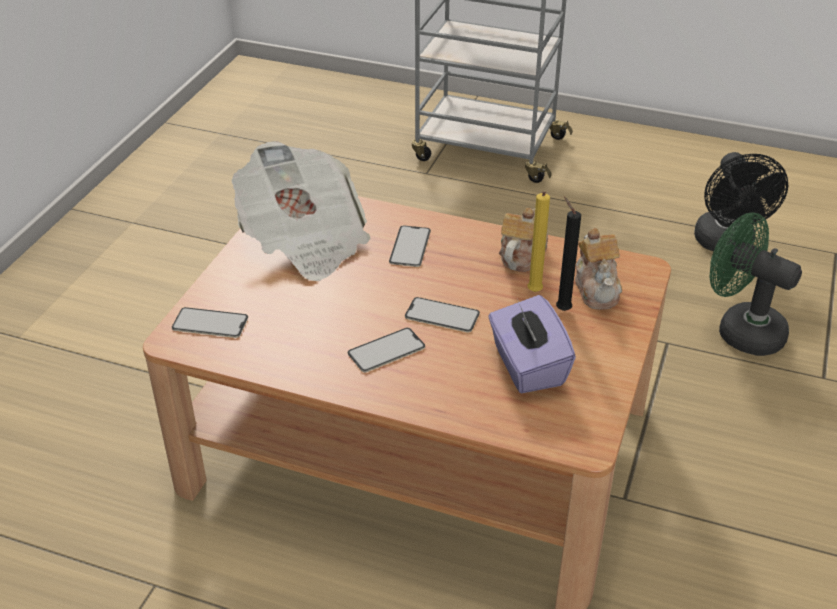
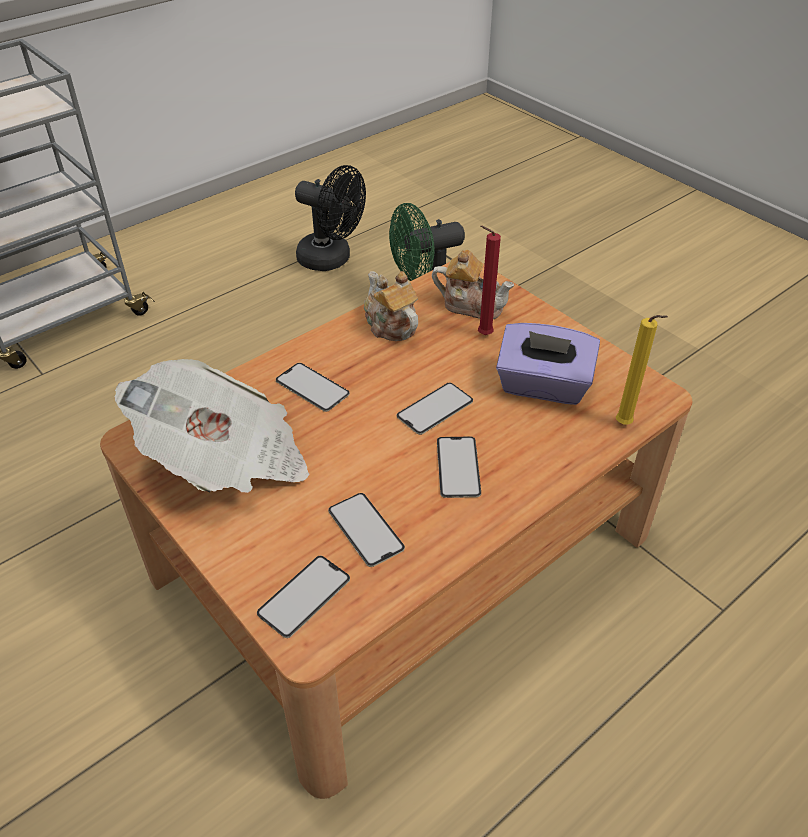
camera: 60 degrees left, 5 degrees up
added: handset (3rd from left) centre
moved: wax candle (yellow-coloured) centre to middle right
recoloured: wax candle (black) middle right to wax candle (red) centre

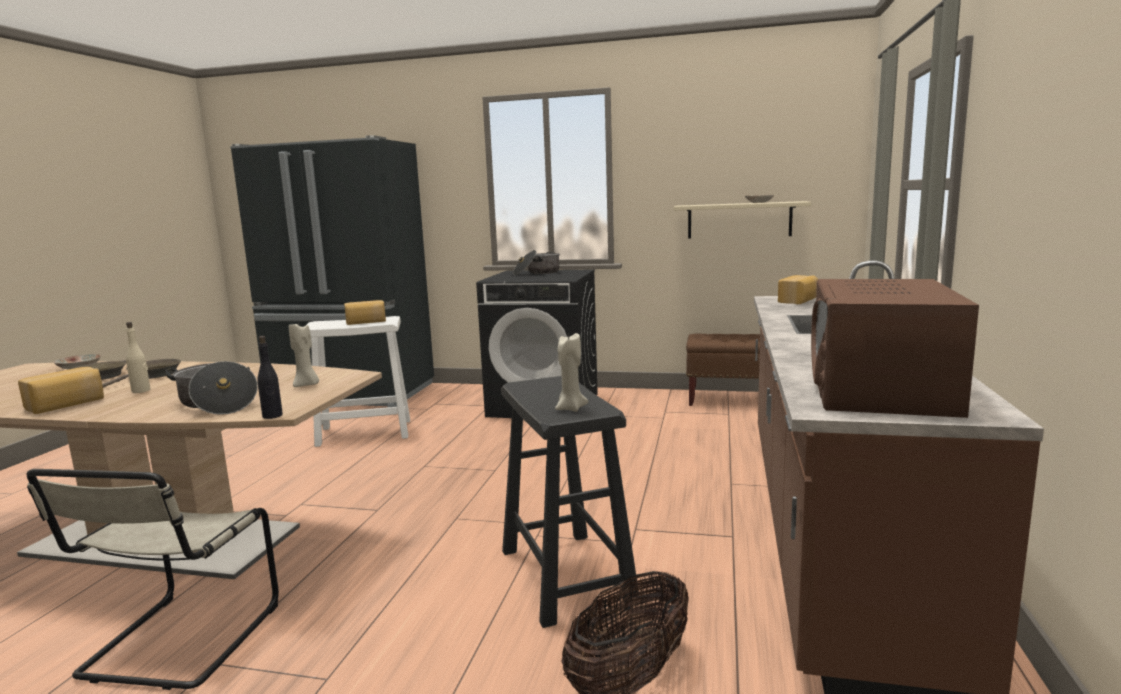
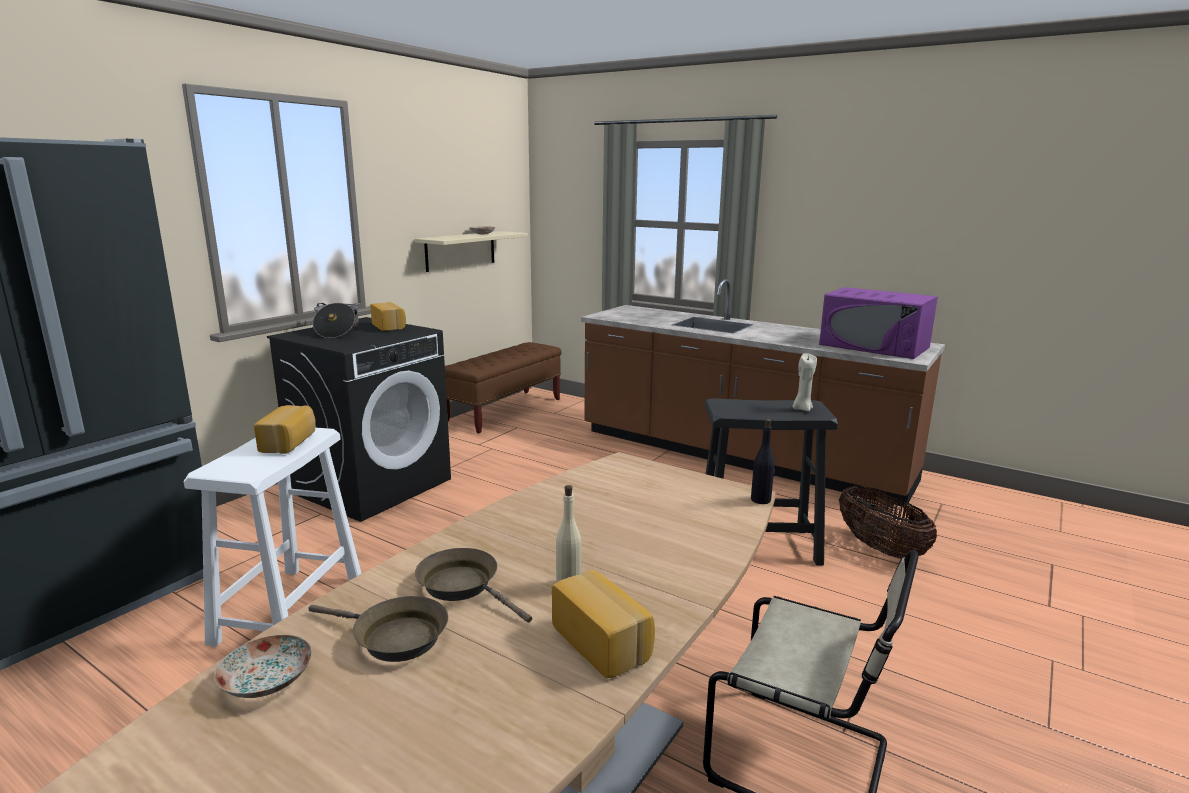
camera: 70 degrees left, 5 degrees up
removed: saucepot (1st from left) middle left; wax candle (beige-coloured) (1st from left) middle left
moved: baked bread (3rd from left in the first image) middle right to baked bread (2nd from left) middle left
recoloured: microwave oven (brown-coloured) middle right to microwave oven (purple) middle right

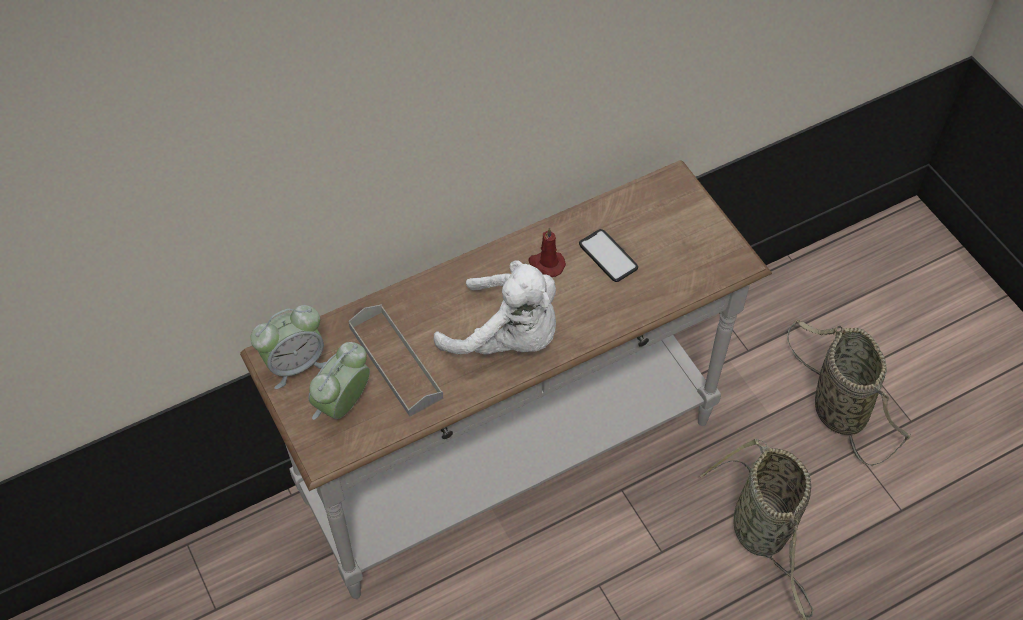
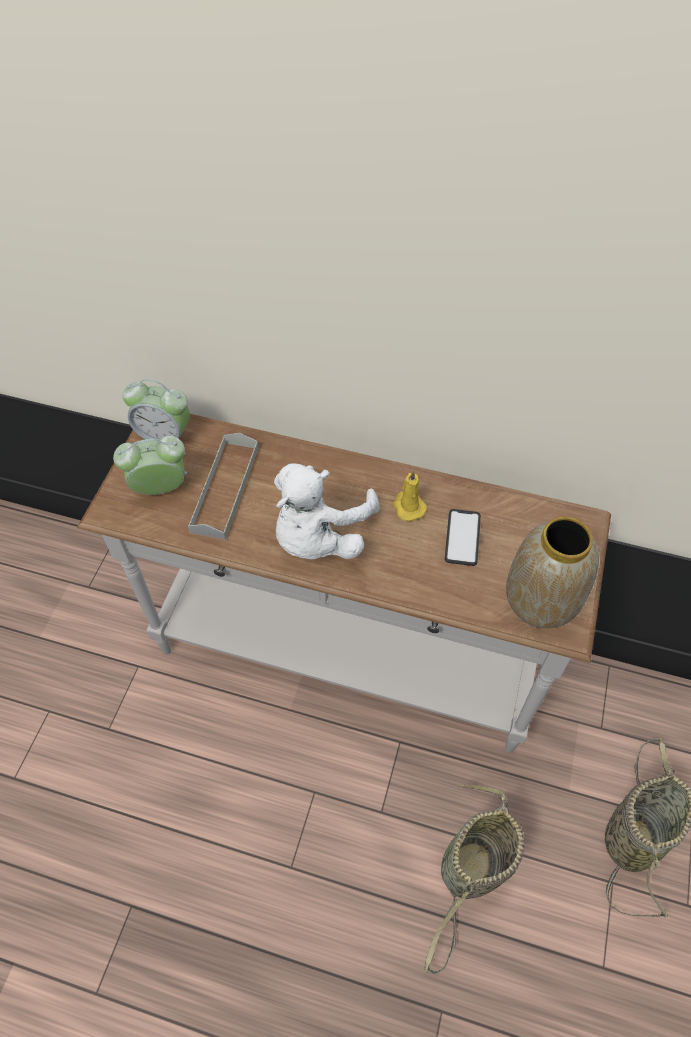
camera: 45 degrees right, 0 degrees up
added: vase middle right
recoloured: wax candle (red) centre to wax candle (yellow-coloured) centre
turned: cuddly toy (whitish) centre = centre 45 degrees clockwise

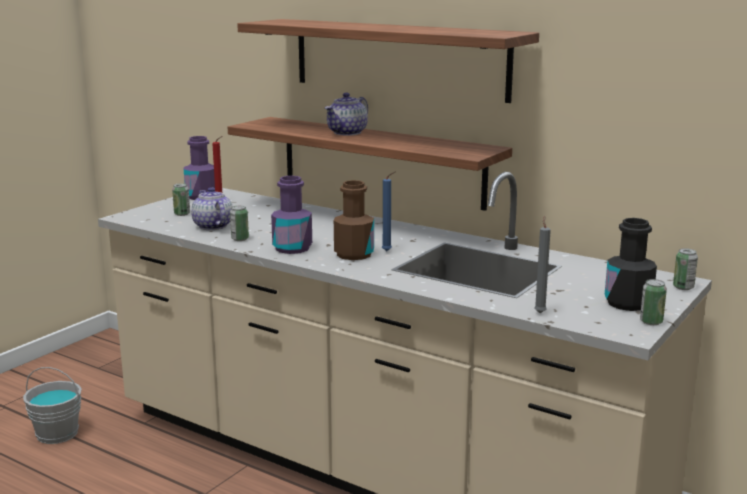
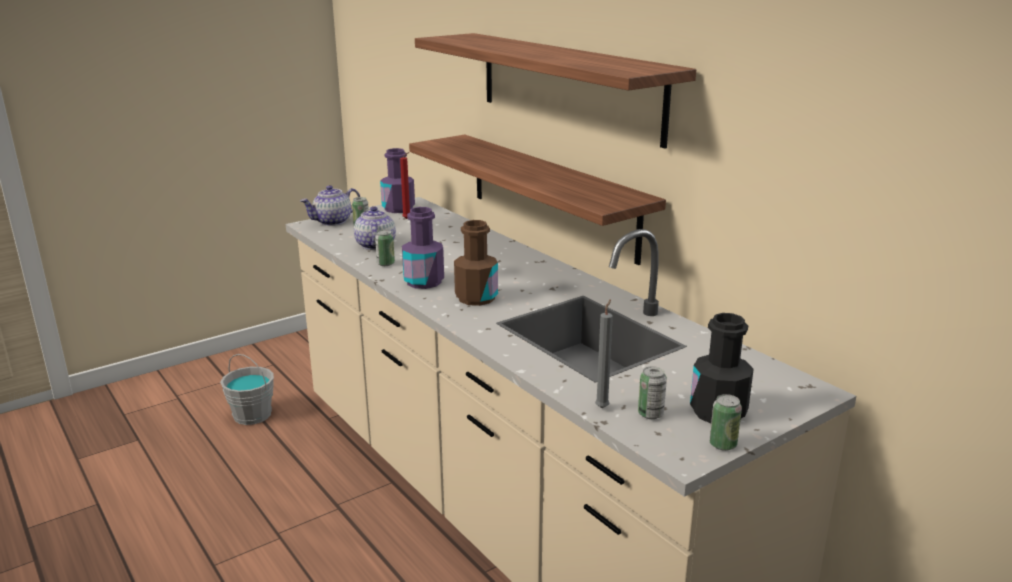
camera: 20 degrees right, 5 degrees up
removed: wax candle (blue-coloured) centre
moved: tea pot (2nd from left in the first image) top centre to tea pot (1st from left) middle left; metal can (4th from left in the first image) middle right to metal can (3rd from left) bottom centre

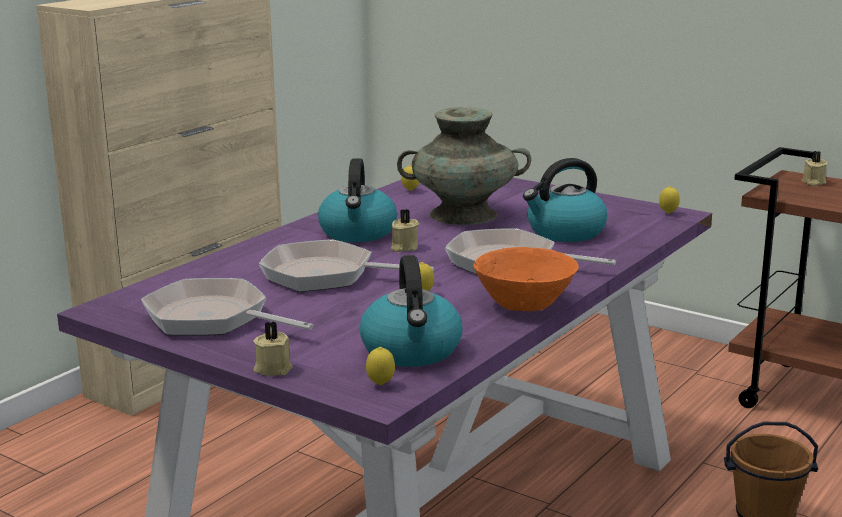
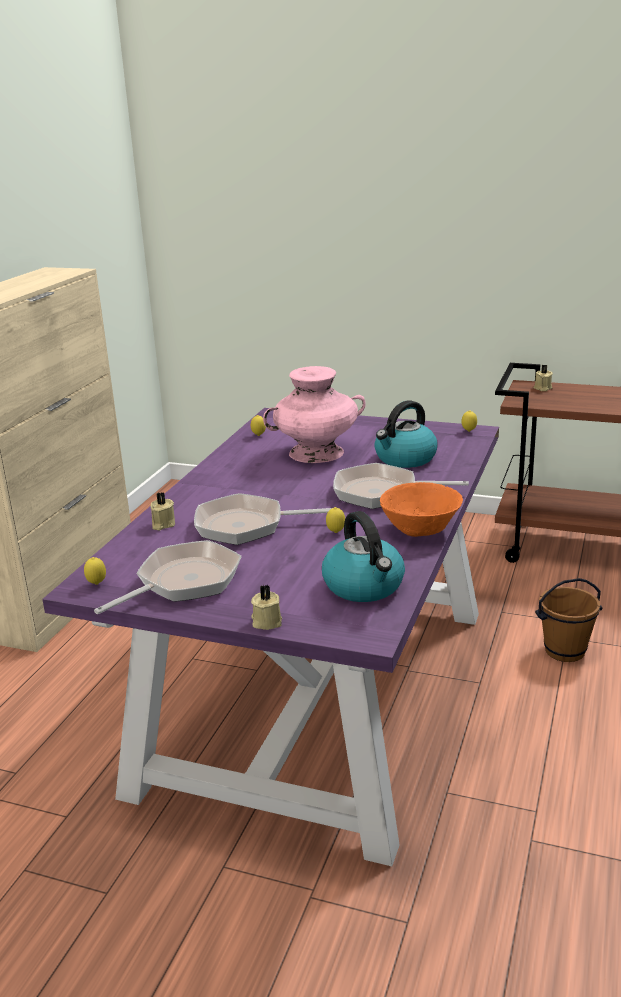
camera: 15 degrees left, 5 degrees up
removed: kettle (1st from left) centre
moved: lemon (1st from left) bottom centre to middle left; wax candle (beige-coloured) (2nd from left in the first image) centre to wax candle (beige-coloured) (1st from left) middle left
recoloured: vase (turquoise) top centre to vase (pinkish) centre
turned: pan (1st from left) middle left = middle left 120 degrees clockwise

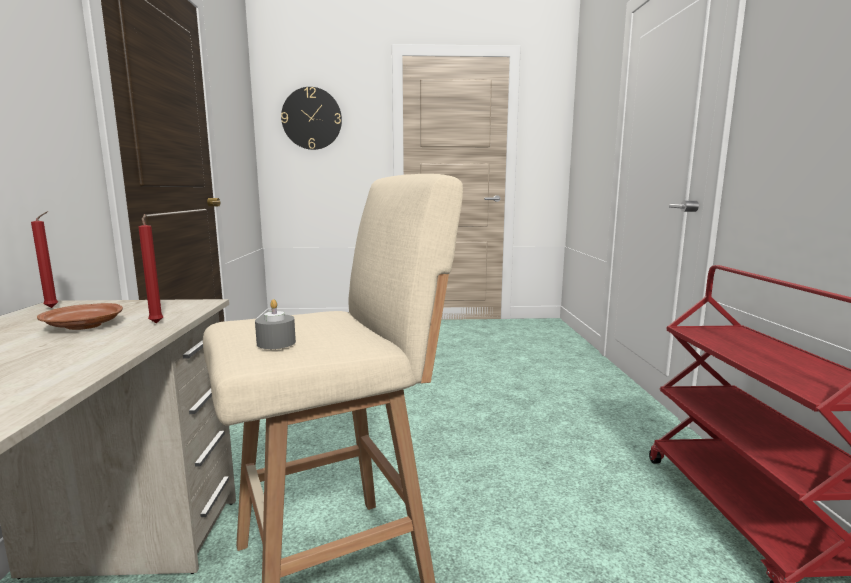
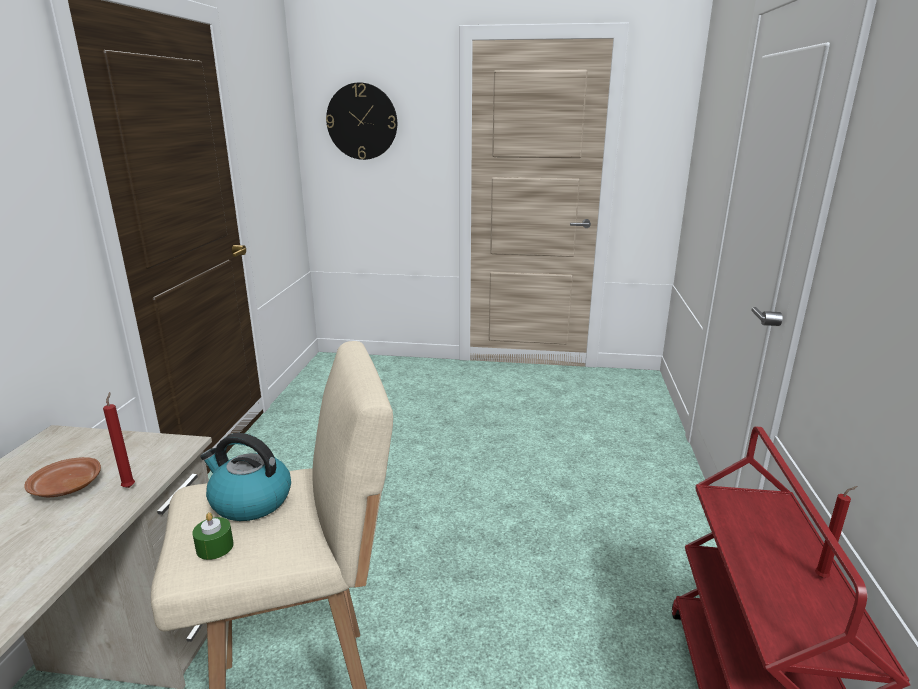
camera: 10 degrees right, 10 degrees up
added: kettle bottom left
moved: wax candle (red) (1st from left in the first image) middle left to wax candle (red) (2nd from left) bottom right
recoloured: wax candle (grey) middle left to wax candle (greenish) bottom left

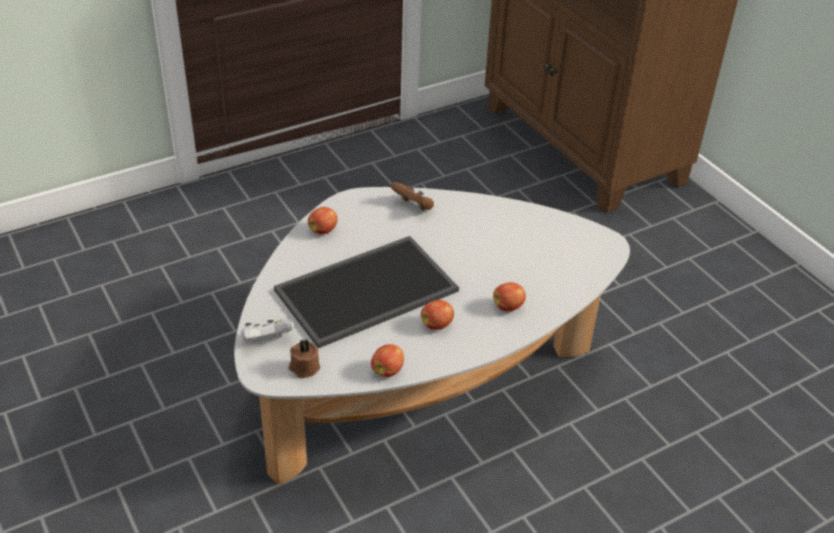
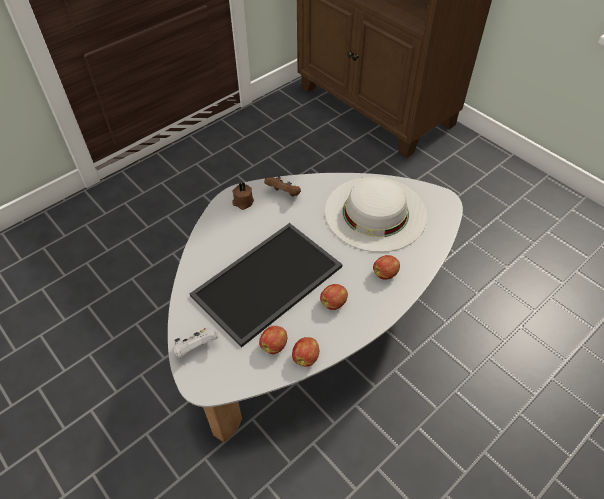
camera: 10 degrees left, 10 degrees up
added: hat (whitish) centre
moved: wax candle (brown-coloured) bottom centre to centre; apple (1st from left) centre to bottom centre

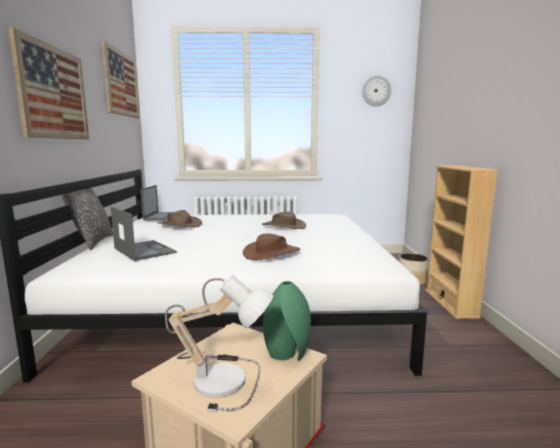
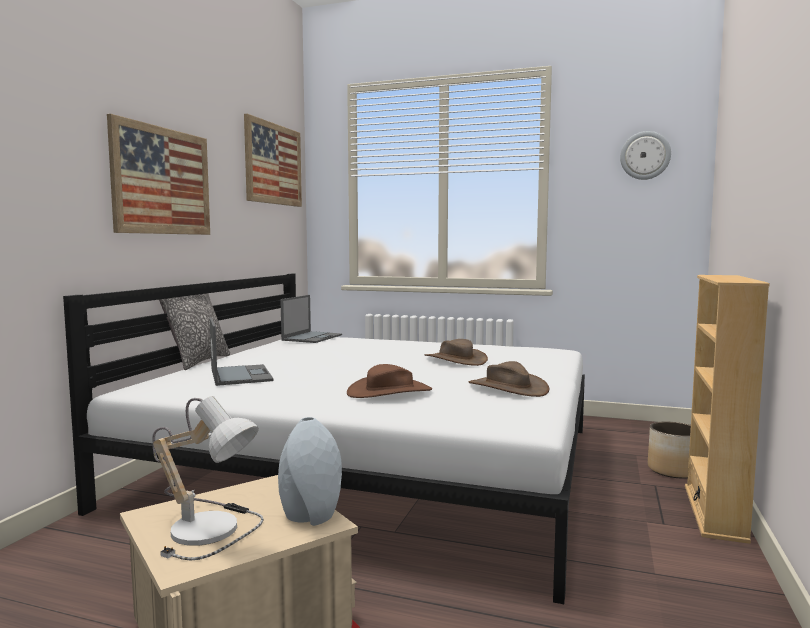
camera: 20 degrees right, 5 degrees down
moved: hat (brown-coloured) (1st from left in the first image) middle left to hat (brown-coloured) (3rd from left) centre
recoloured: vase (greenish) bottom centre to vase (grey) bottom centre

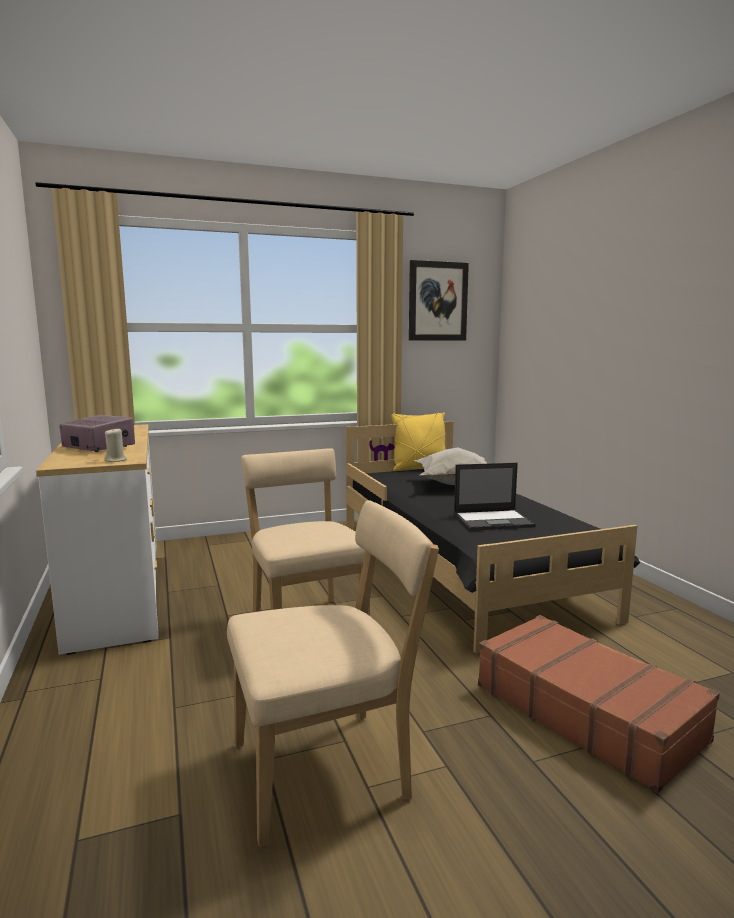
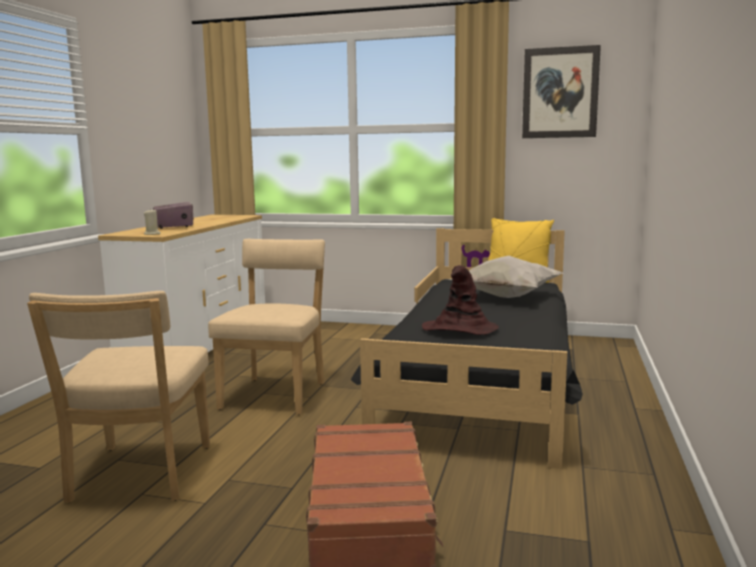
camera: 35 degrees right, 0 degrees up
replaced: notebook computer middle right to hat (brown-coloured) centre
turned: upright chair (beige-coloured) (2nd from left in the first image) bottom centre = bottom left 75 degrees clockwise

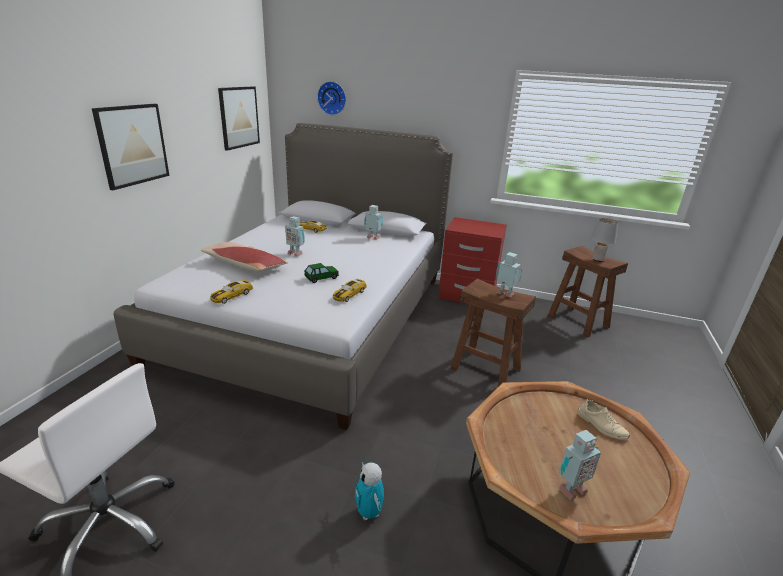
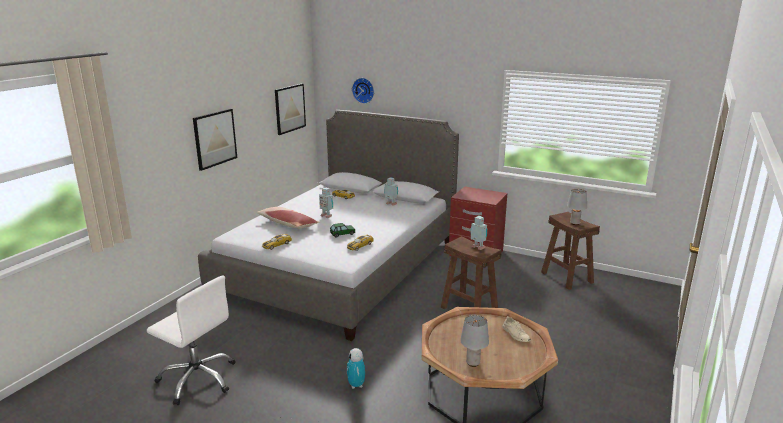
camera: 10 degrees right, 5 degrees down
replaced: toy robot (5th from left) bottom right to tabletop lamp (grey) (1st from left) bottom centre

